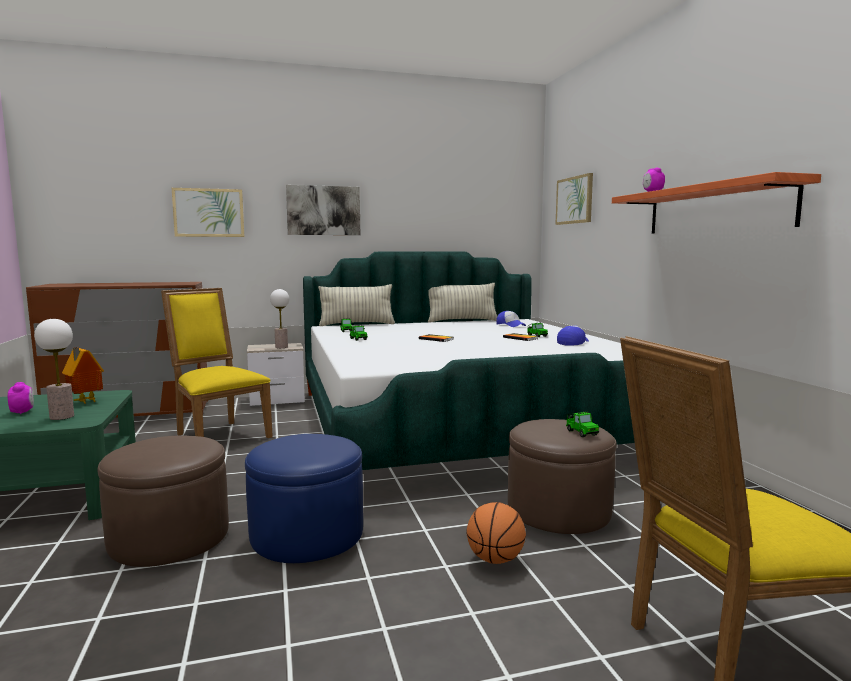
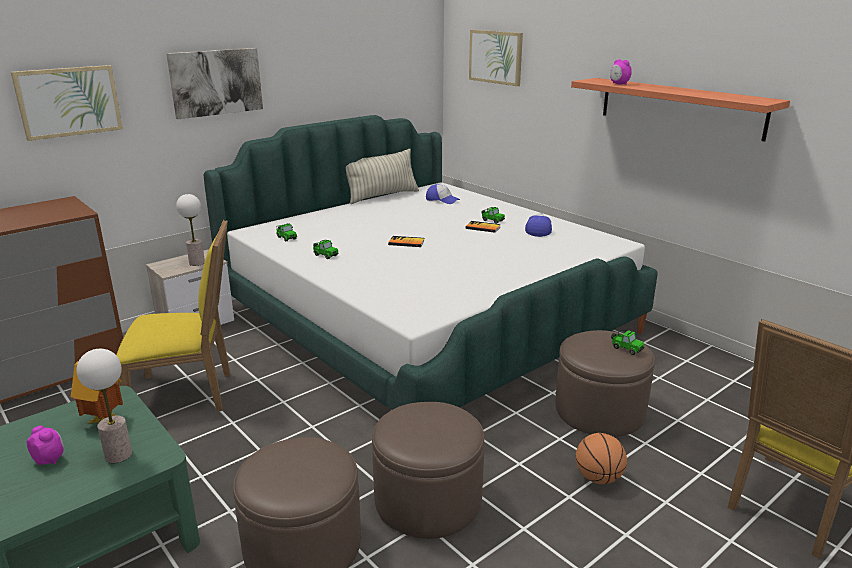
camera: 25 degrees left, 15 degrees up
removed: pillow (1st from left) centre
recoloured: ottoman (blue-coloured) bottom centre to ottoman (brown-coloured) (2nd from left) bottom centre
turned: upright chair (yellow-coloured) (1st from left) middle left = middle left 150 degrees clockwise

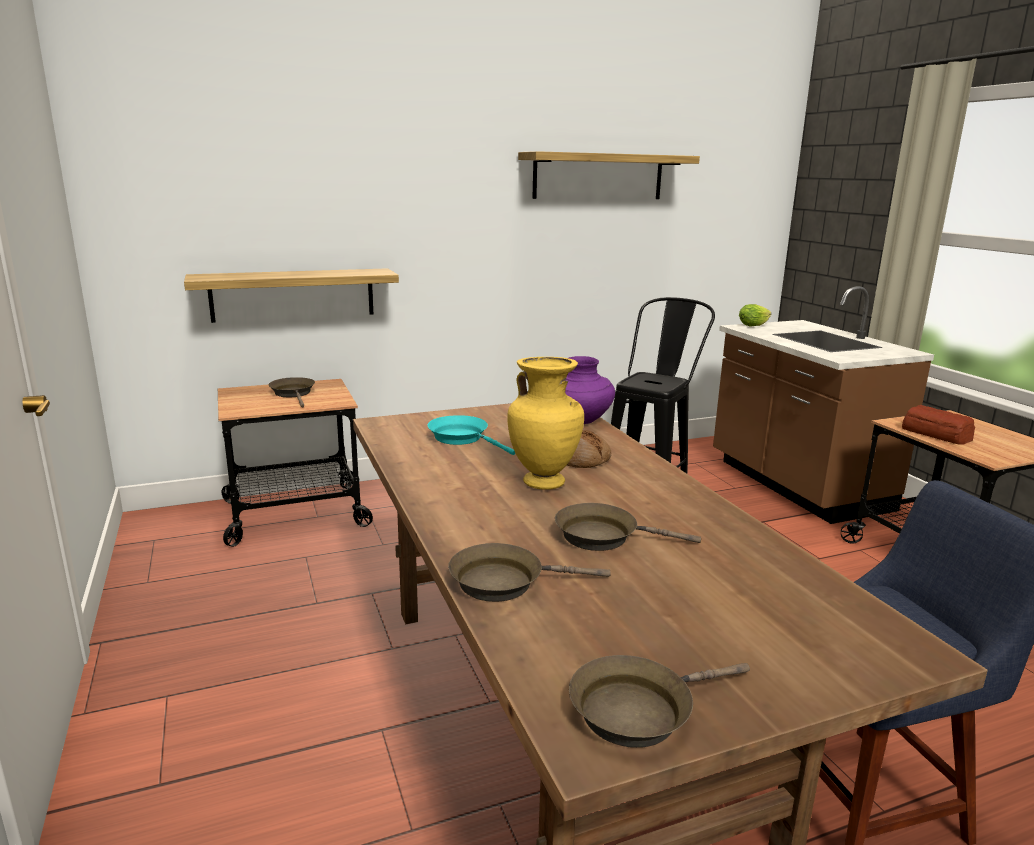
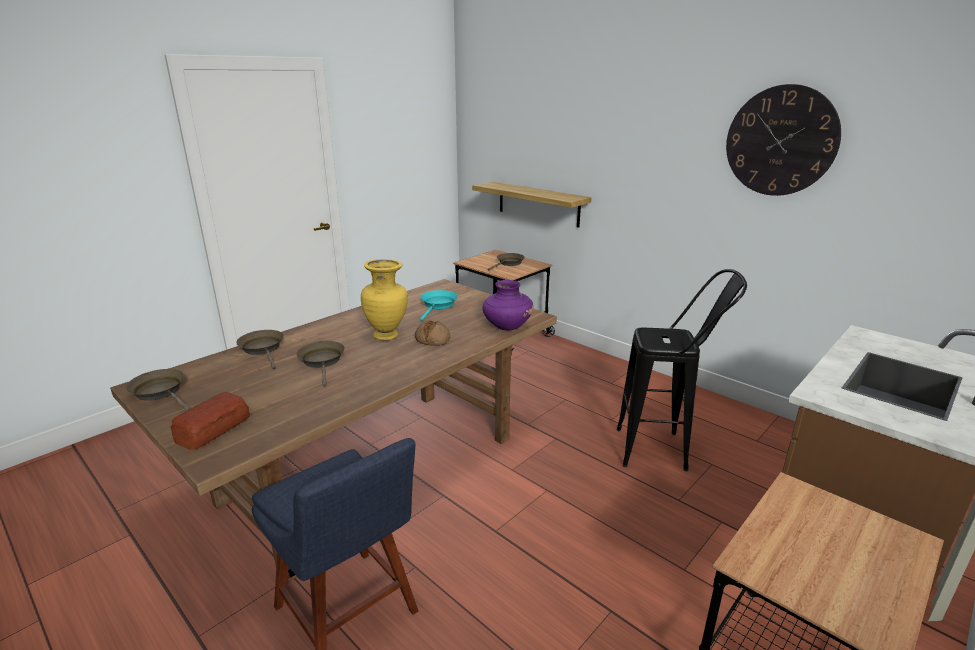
camera: 65 degrees right, 5 degrees up
removed: lettuce head middle right
moved: baked bread (2nd from left in the first image) middle right to baked bread (1st from left) middle left
replaced: wall shelf (2nd from left) top centre to wall clock top right

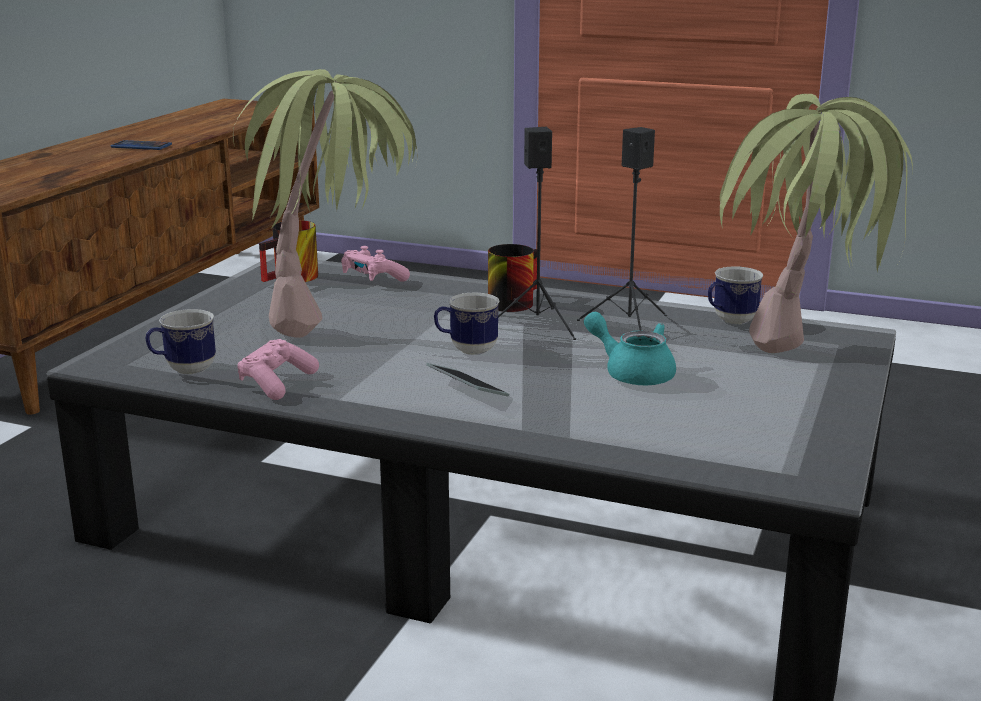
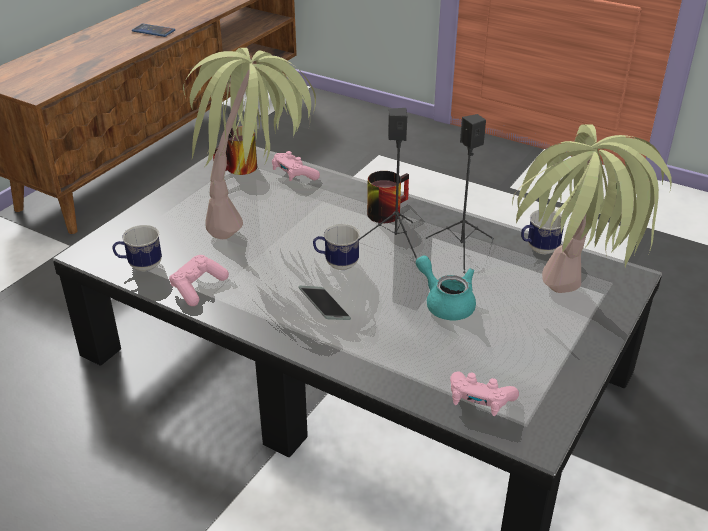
camera: 10 degrees right, 15 degrees up
added: game controller (pinkish) (3rd from left) bottom right

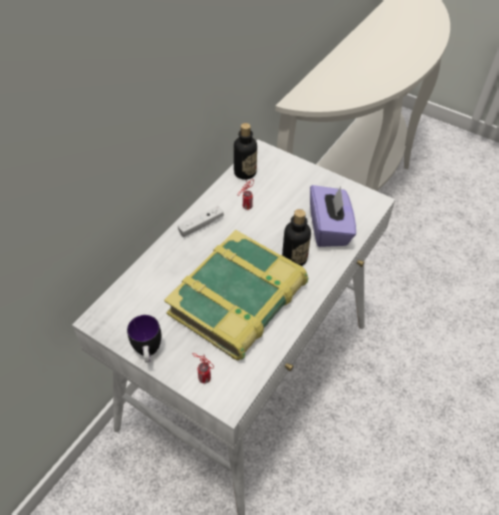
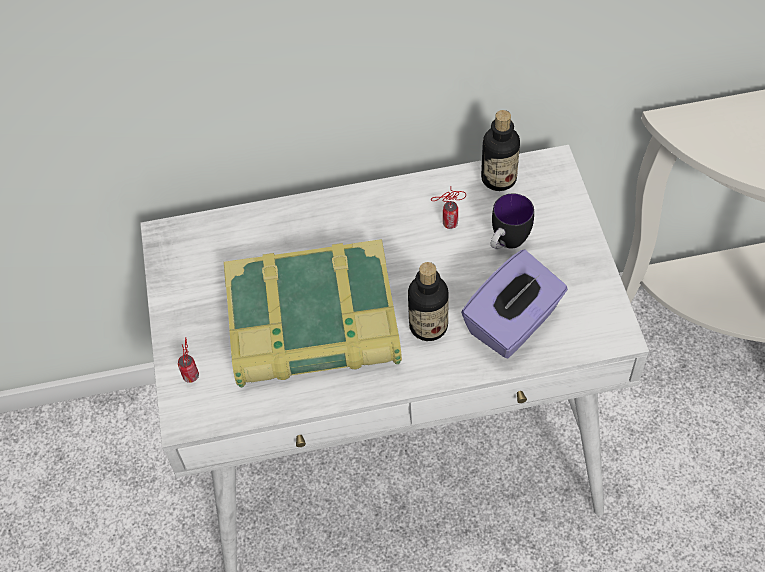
camera: 50 degrees right, 5 degrees up
removed: game controller (whitish) centre
moved: coffee mug middle left to middle right

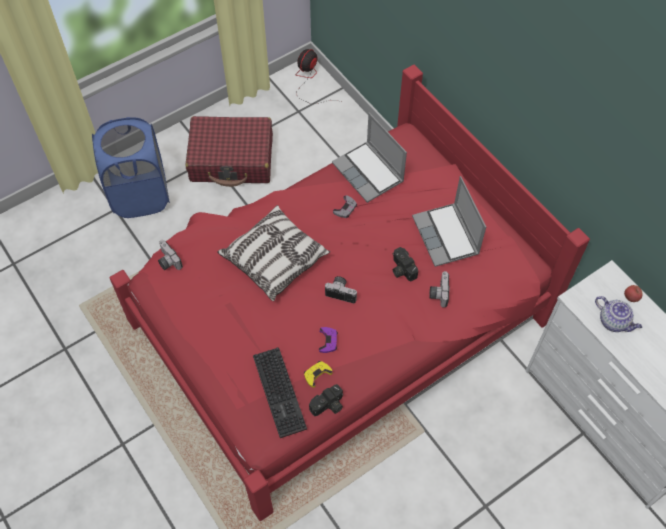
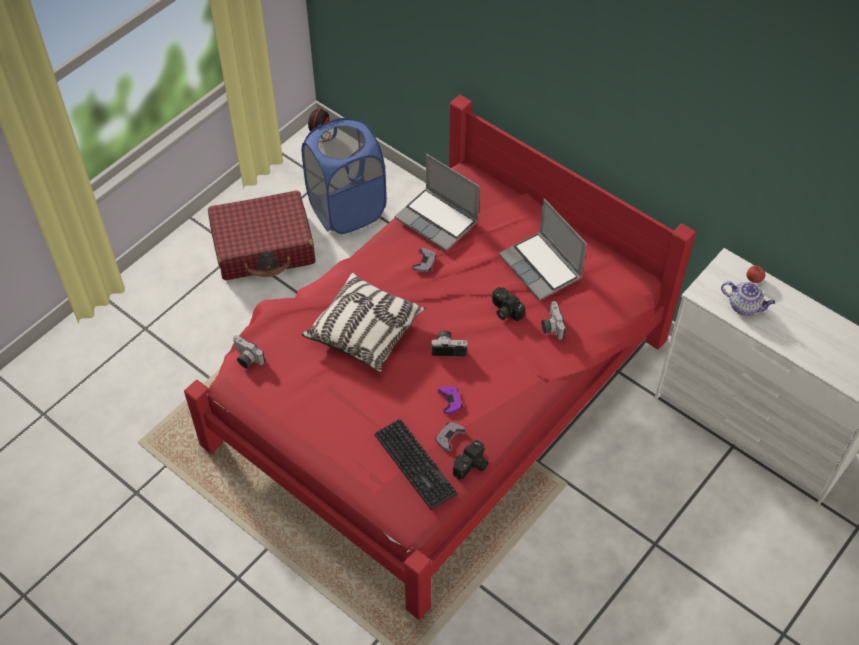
camera: 15 degrees left, 5 degrees down
moved: washing basket (blue-coloured) top left to top centre
recoloured: game controller (yellow-coloured) bottom centre to game controller (grey) (2nd from left) bottom centre

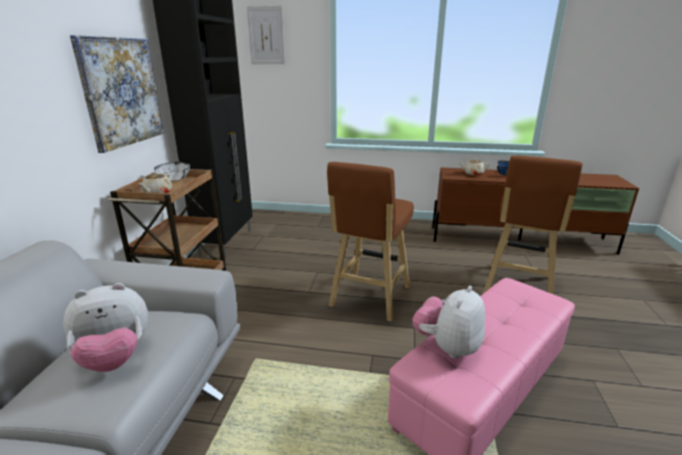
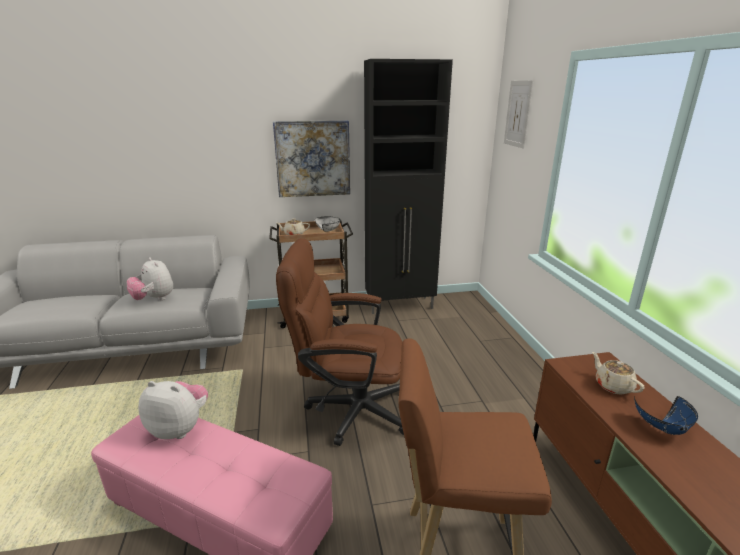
camera: 70 degrees right, 0 degrees up
replaced: stool (brown-coloured) (1st from left) centre to computer chair (brown-coloured) centre

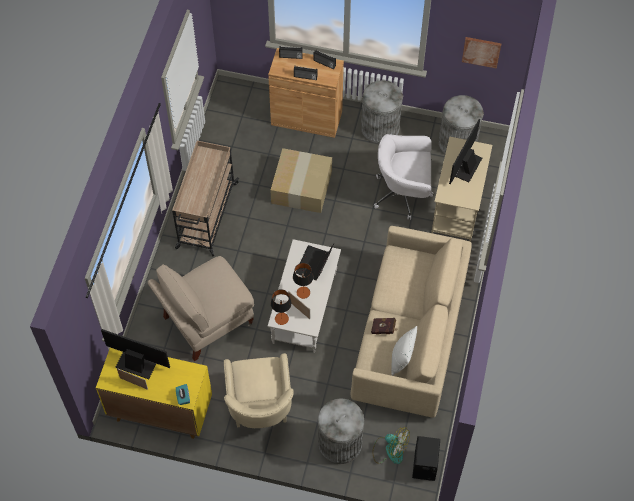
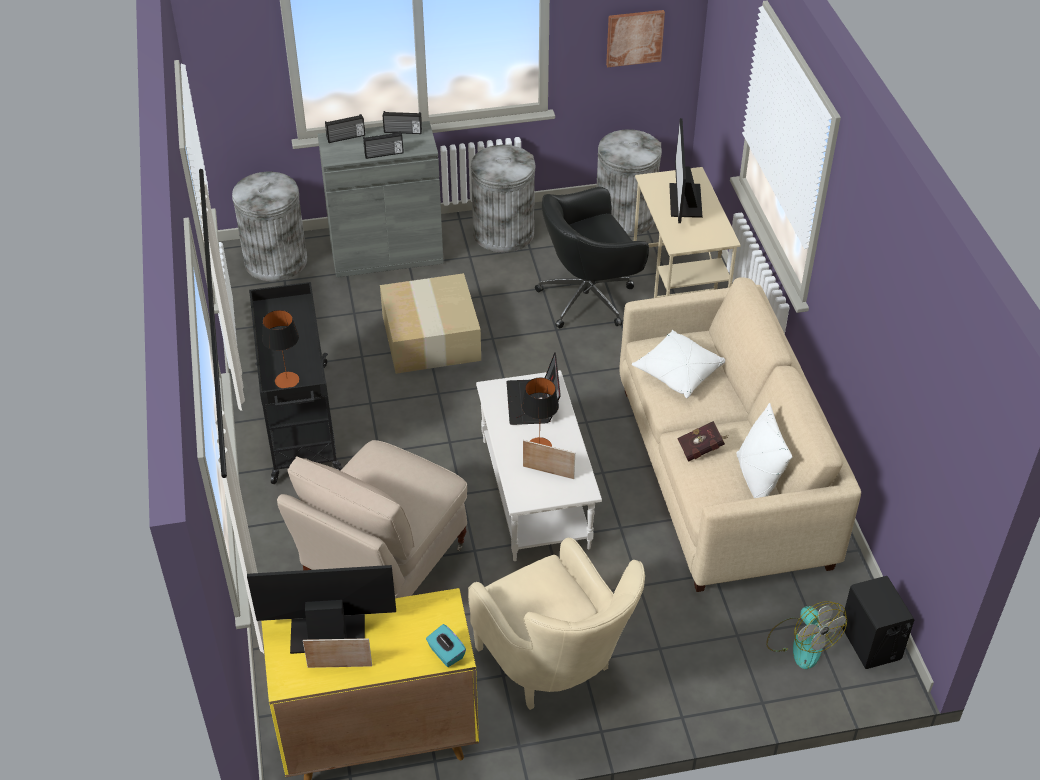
camera: 25 degrees left, 15 degrees down
added: pillow (whitish) (1st from left) centre
moved: tabletop lamp (1st from left) centre to middle left; waste bin (grey) (1st from left) bottom centre to top left
recoloured: cart (beige-coloured) middle left to cart (black) middle left; storage cabinet (brown-coloured) top centre to storage cabinet (grey) top centre; computer chair (whitish) centre to computer chair (black) top centre
turned: cooling fan bottom centre = bottom right 60 degrees clockwise

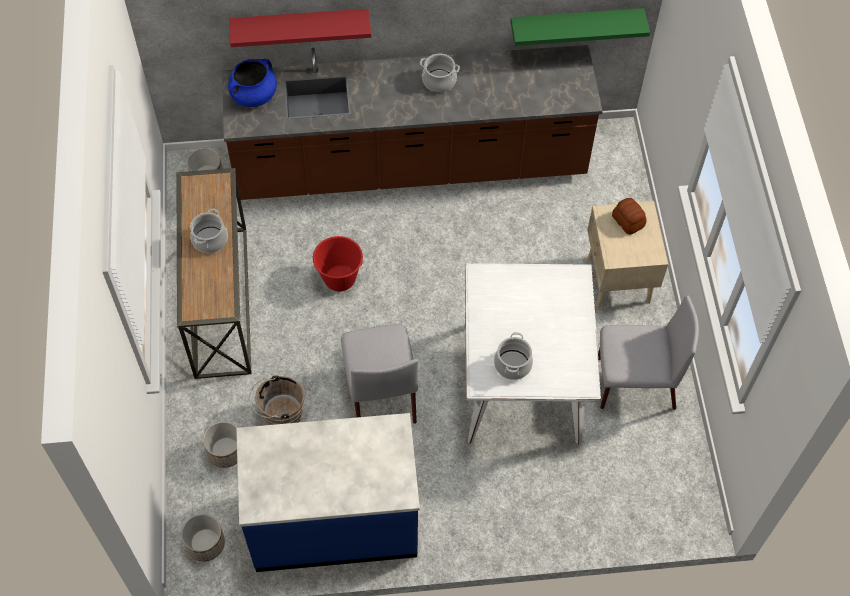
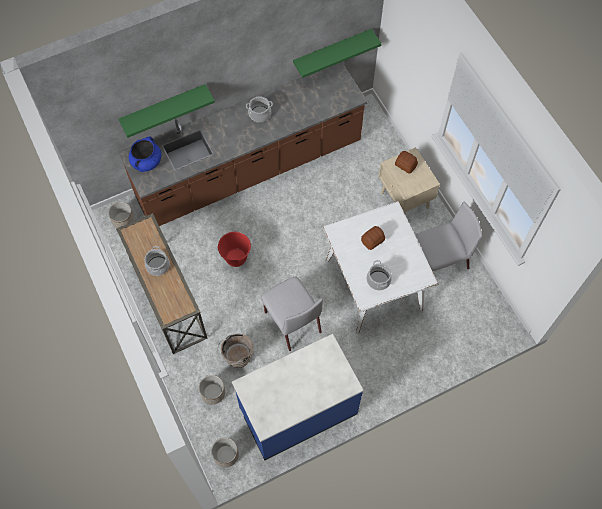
camera: 20 degrees left, 5 degrees up
added: baked bread (1st from left) centre
recoloured: wall shelf (red) top centre to wall shelf (greenish) (1st from left) top left

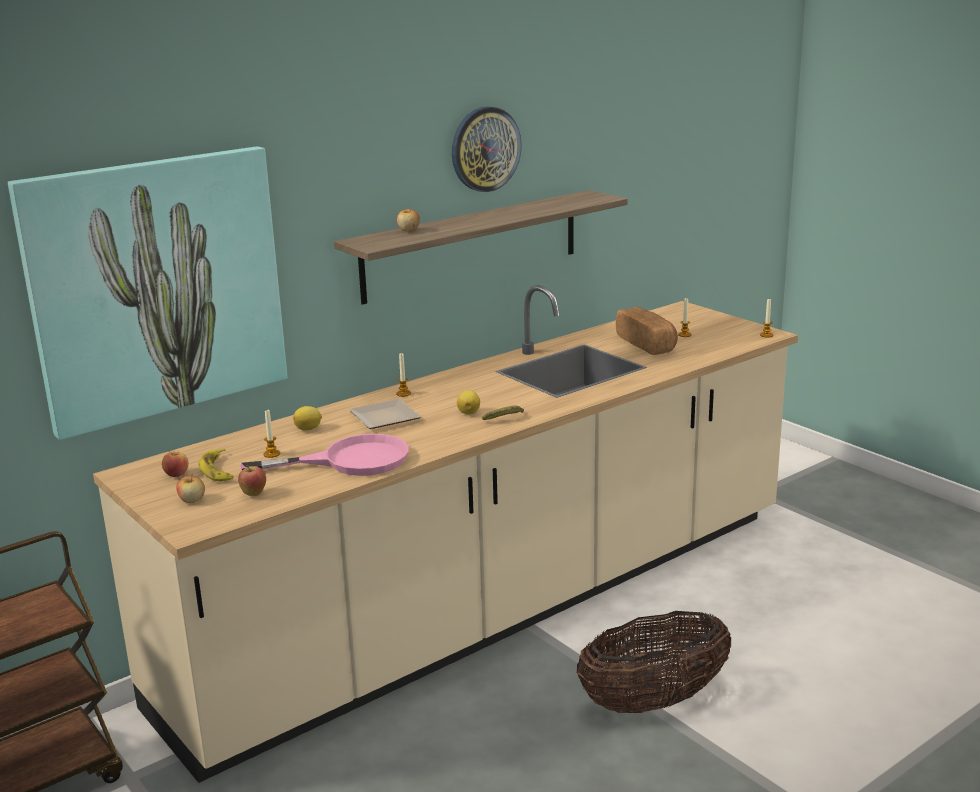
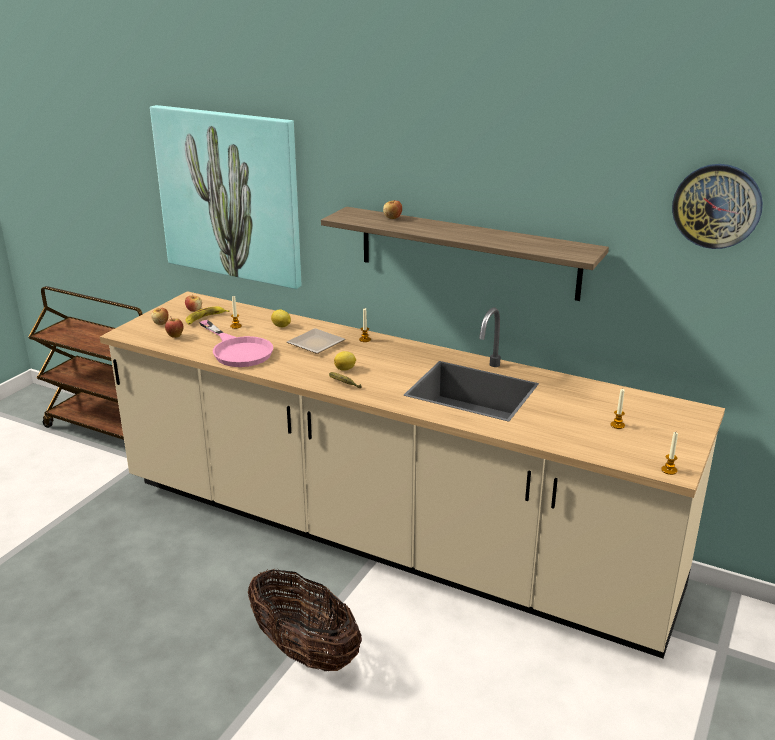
camera: 65 degrees right, 5 degrees up
removed: baked bread centre
moved: wall clock top centre to top right

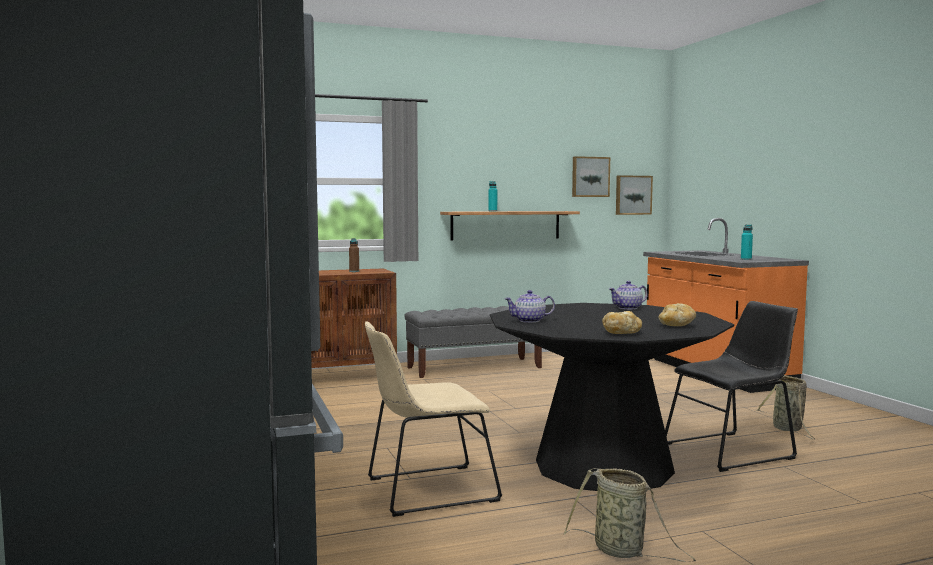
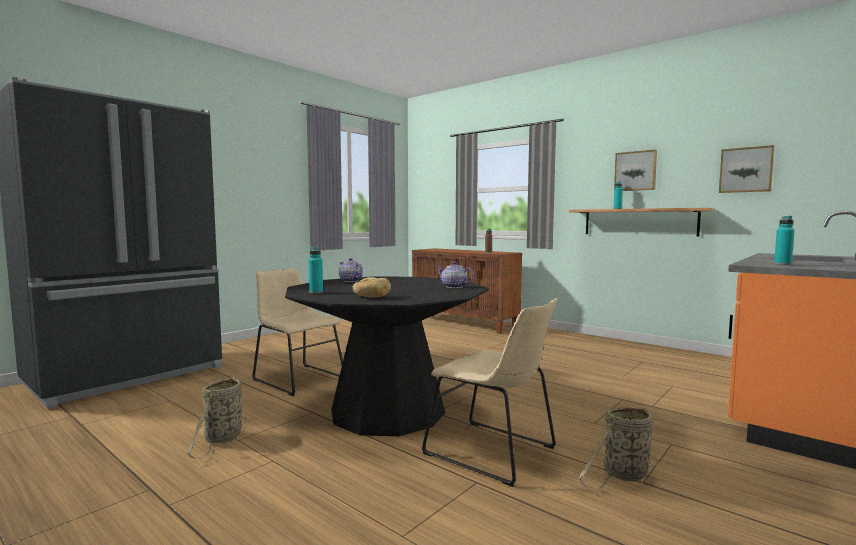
camera: 60 degrees right, 0 degrees up
removed: indoor bench (grey) centre
moved: picture (2nd from left in the first image) middle right to picture (1st from left) top right
replaced: baked bread (1st from left) middle right to bottle (turquoise) (1st from left) centre
recoloured: upright chair (black) bottom right to upright chair (beige-coloured) (2nd from left) bottom centre

